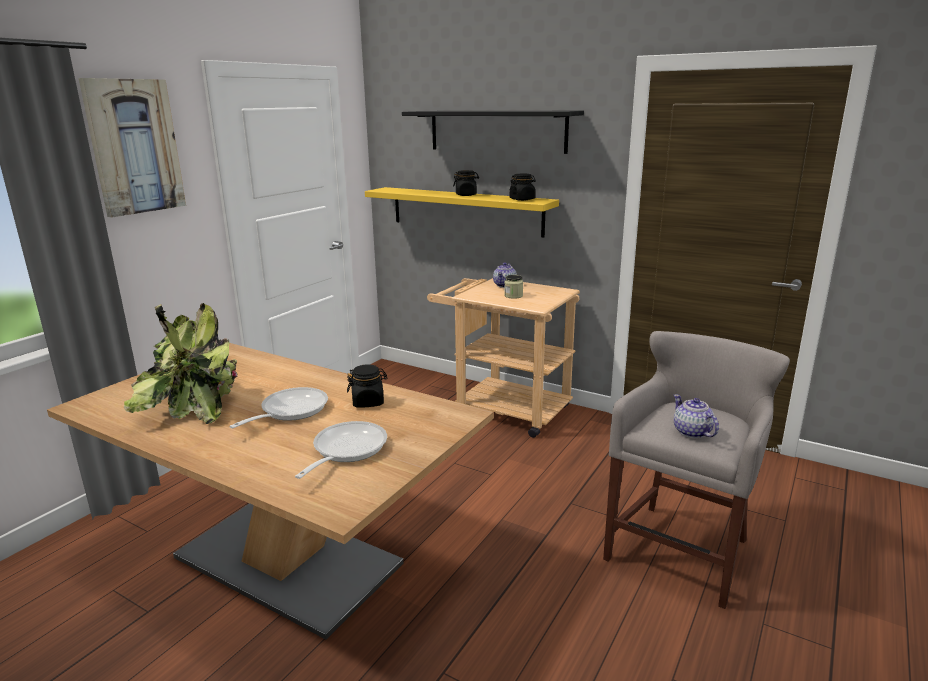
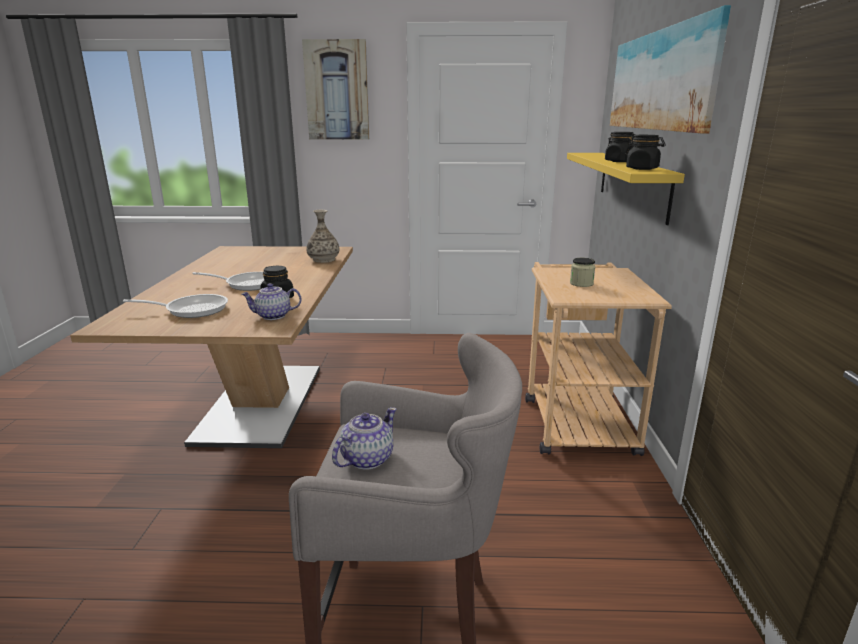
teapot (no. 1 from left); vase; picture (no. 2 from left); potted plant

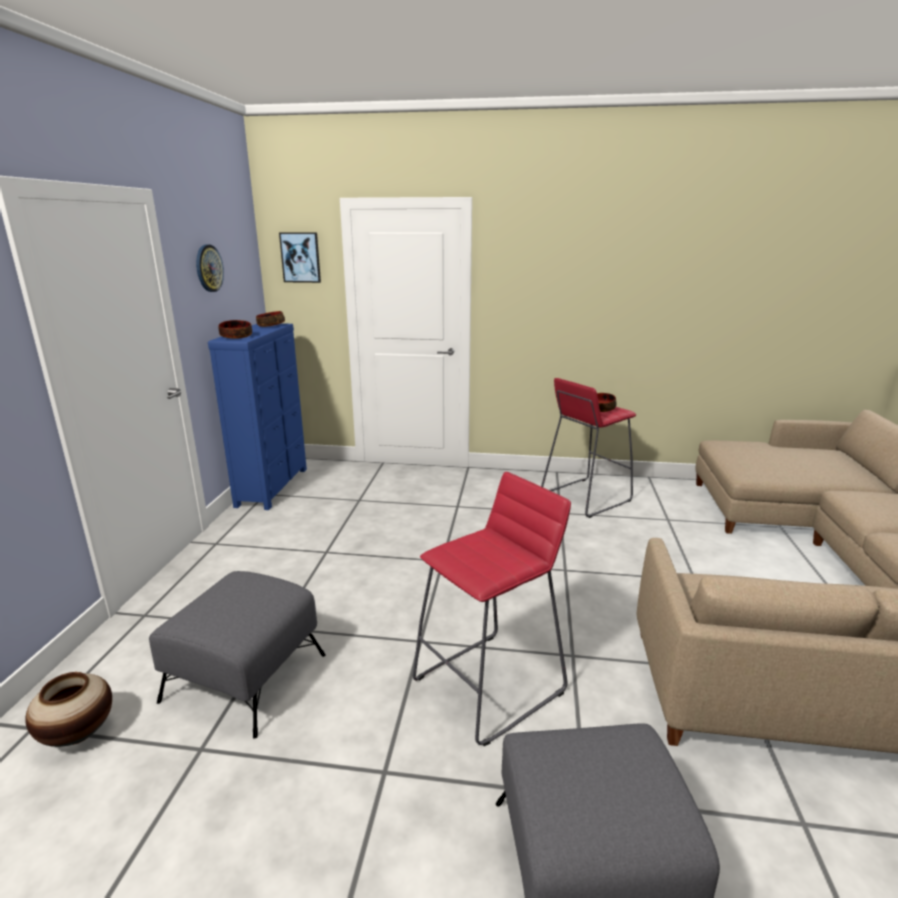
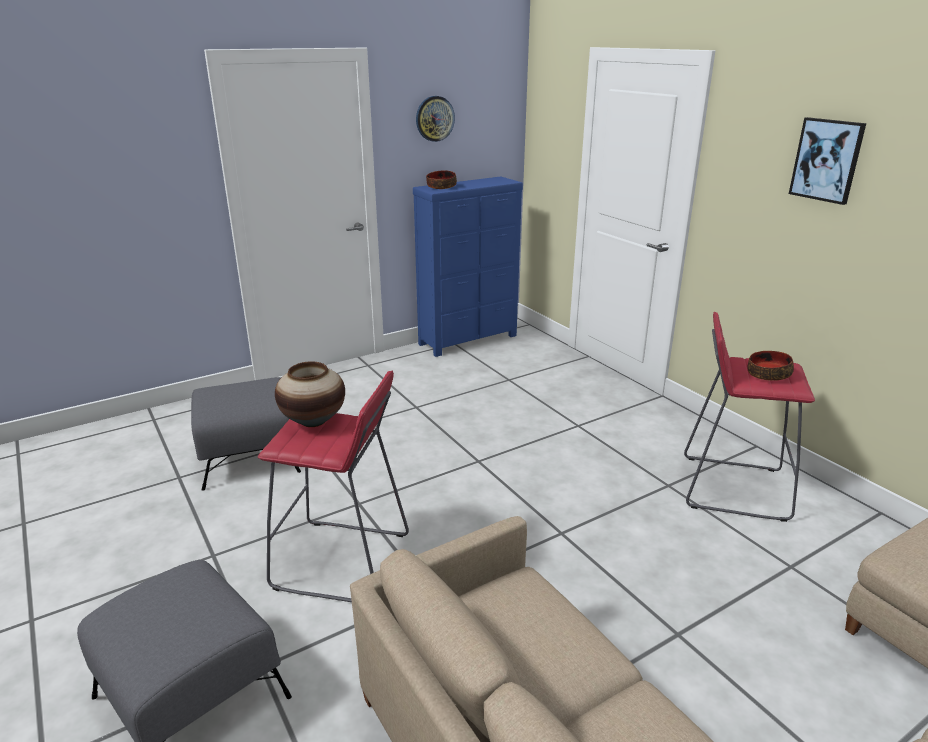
vase; picture; bowl (no. 2 from left in the first image)

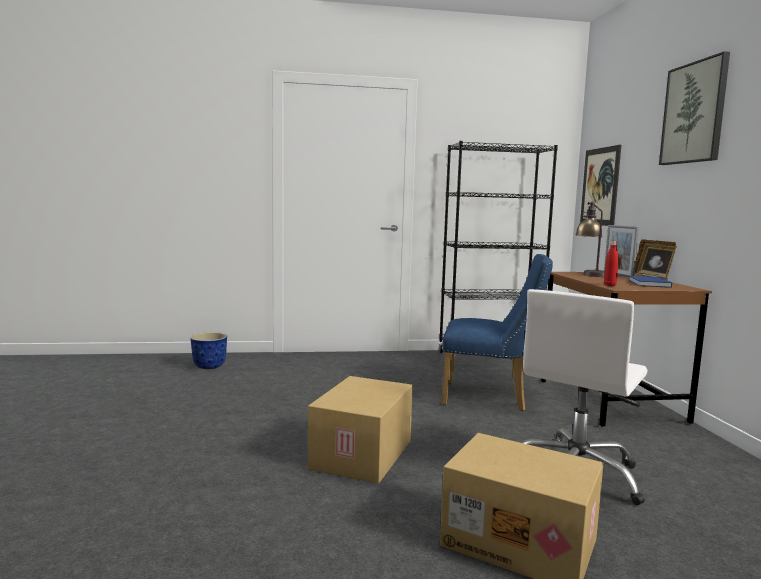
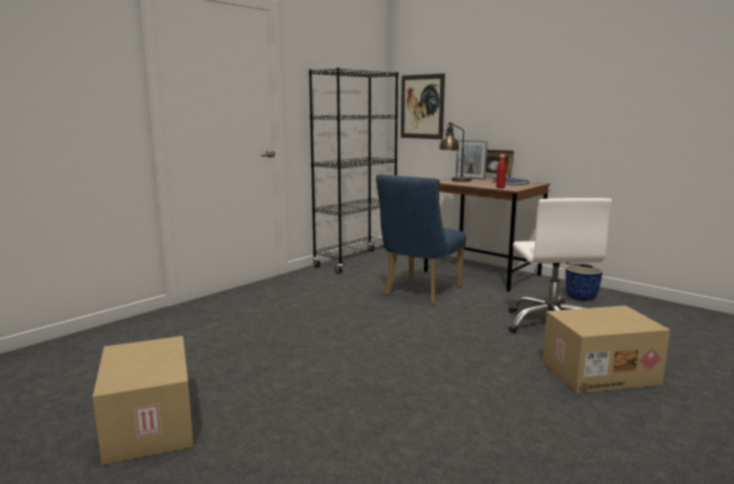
cardboard box (no. 1 from left); blue chair; planter; picture (no. 2 from left in the first image)

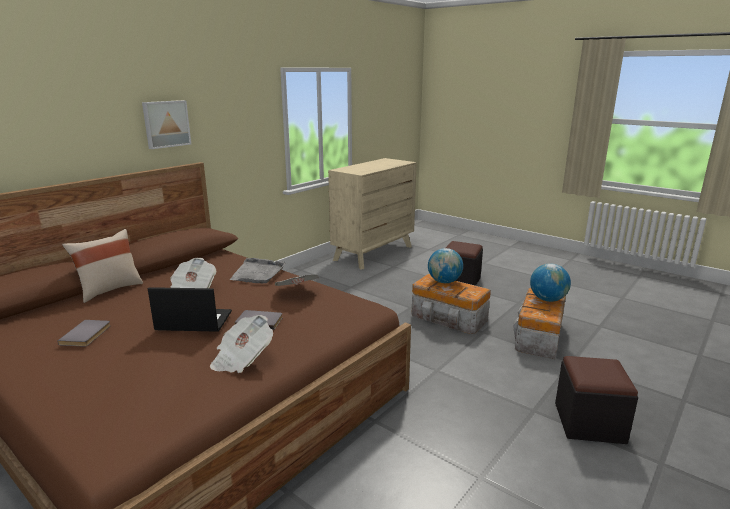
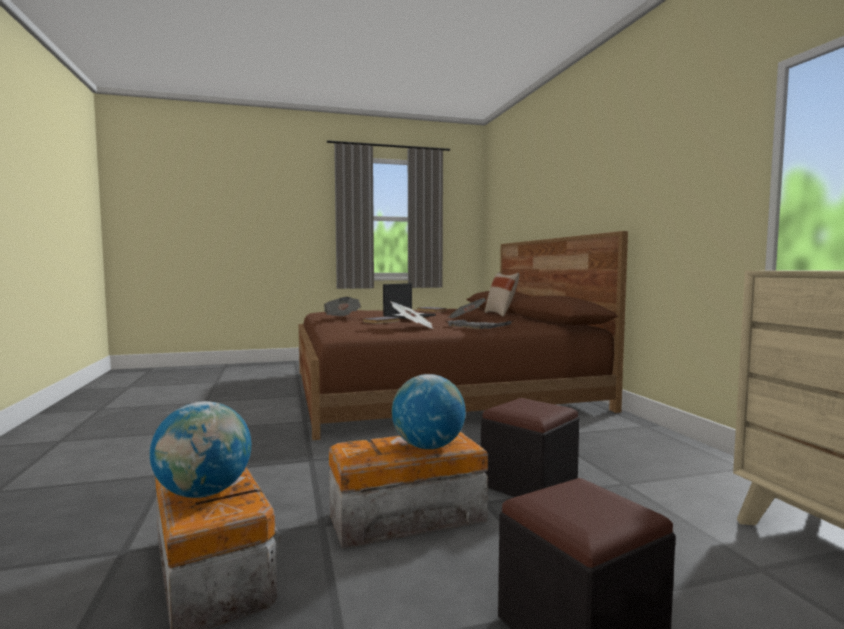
black ottoman (no. 1 from left); picture

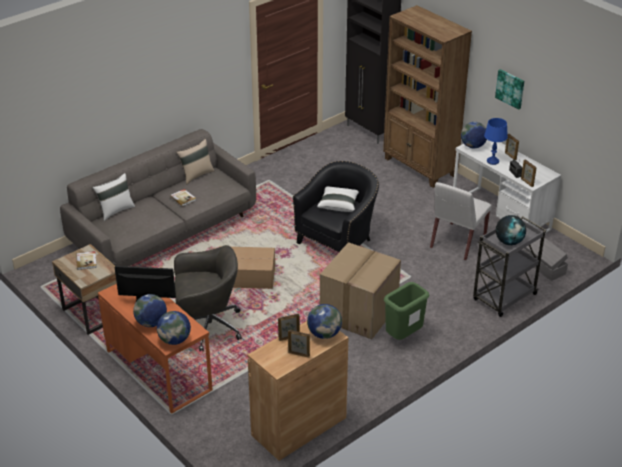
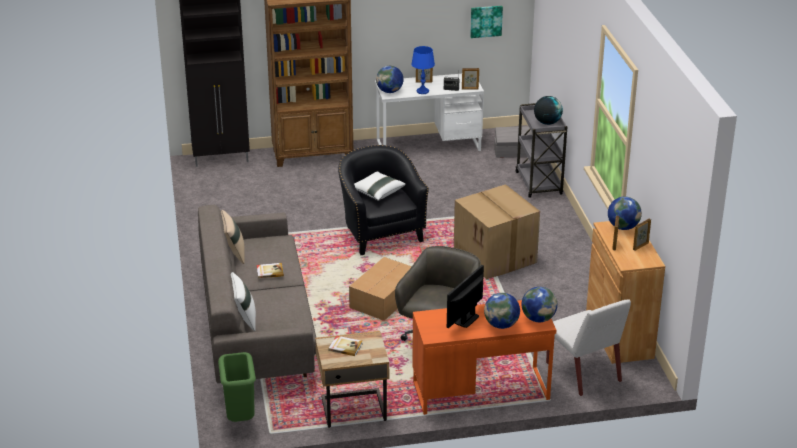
green trash can; picture; white chair

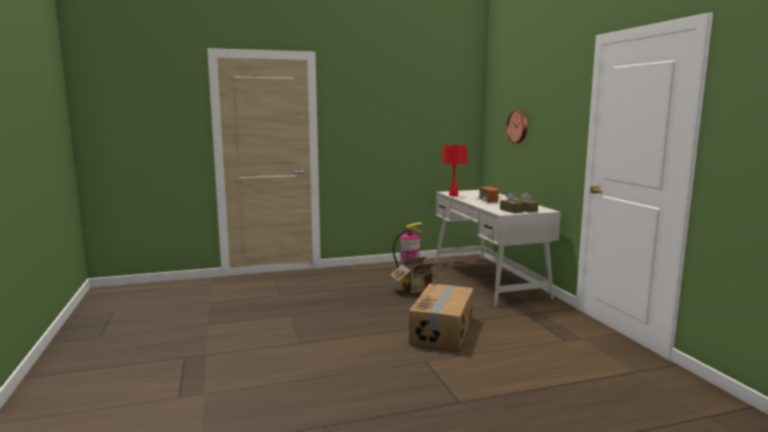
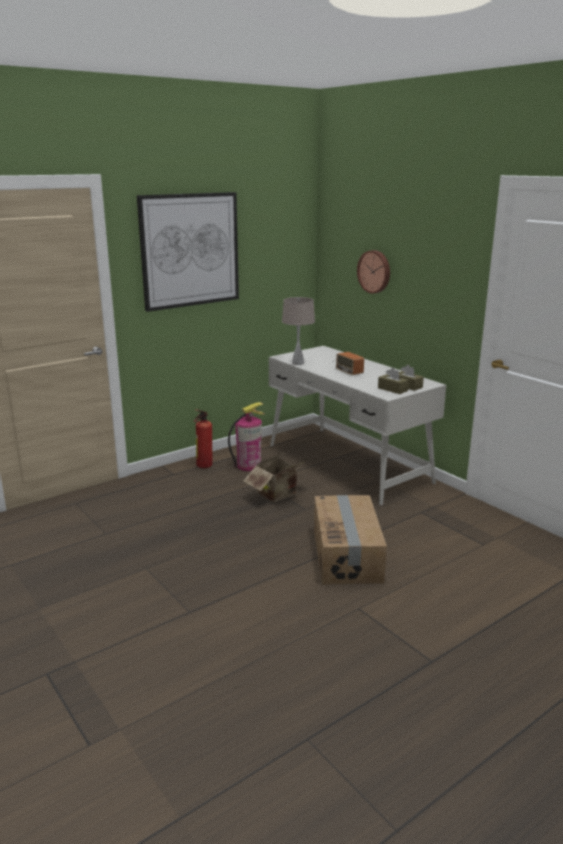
picture; fire extinguisher (no. 1 from left); beige table lamp

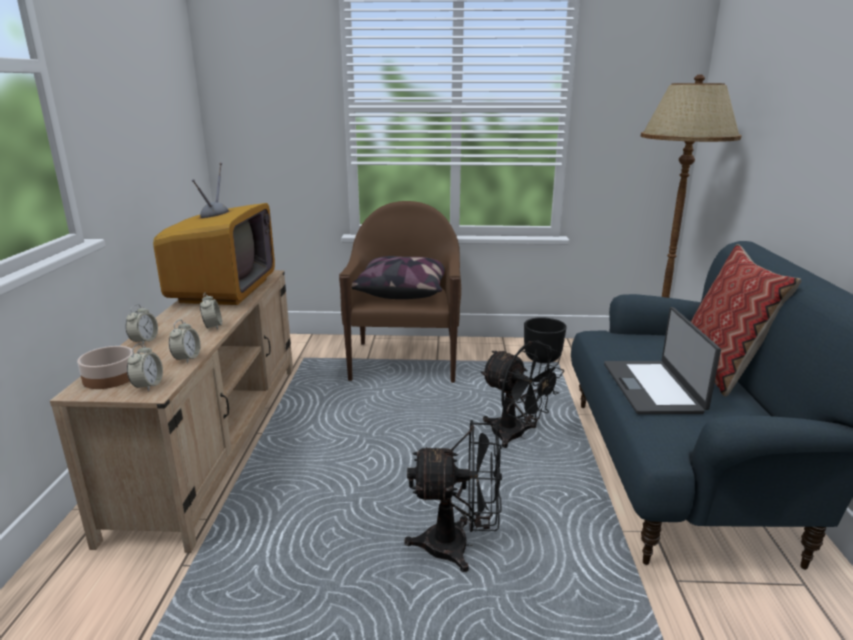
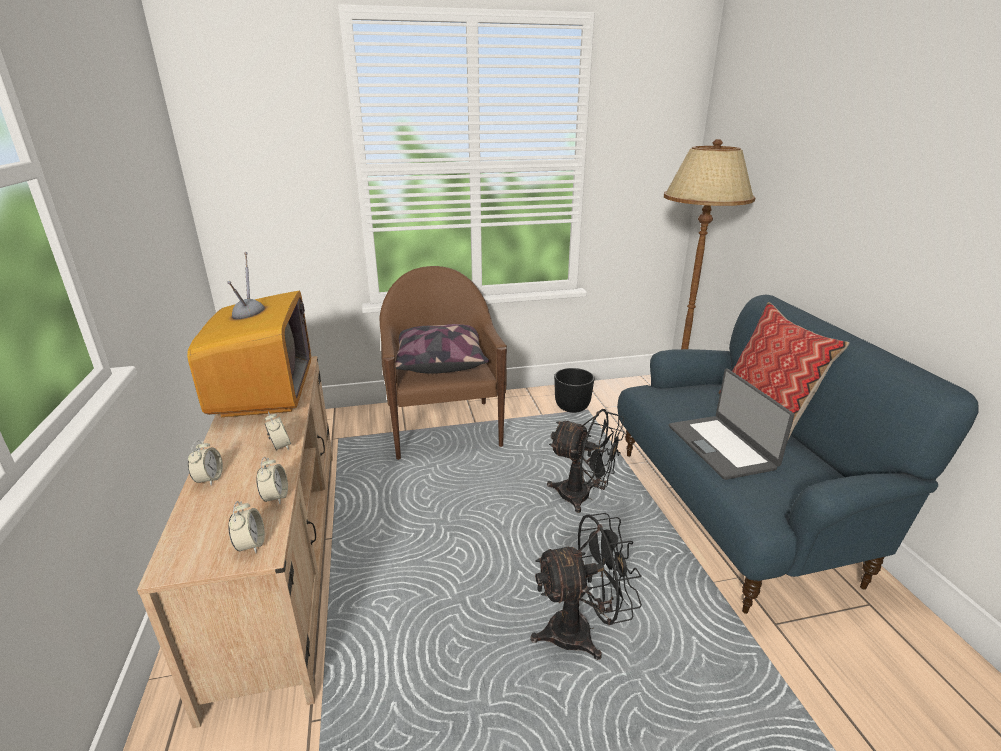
bowl

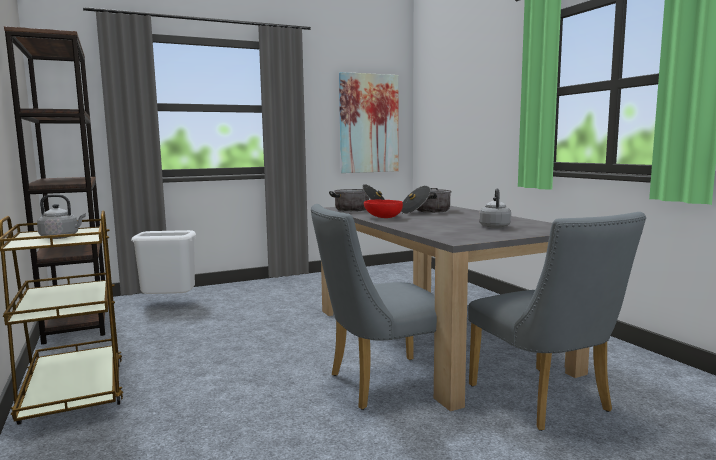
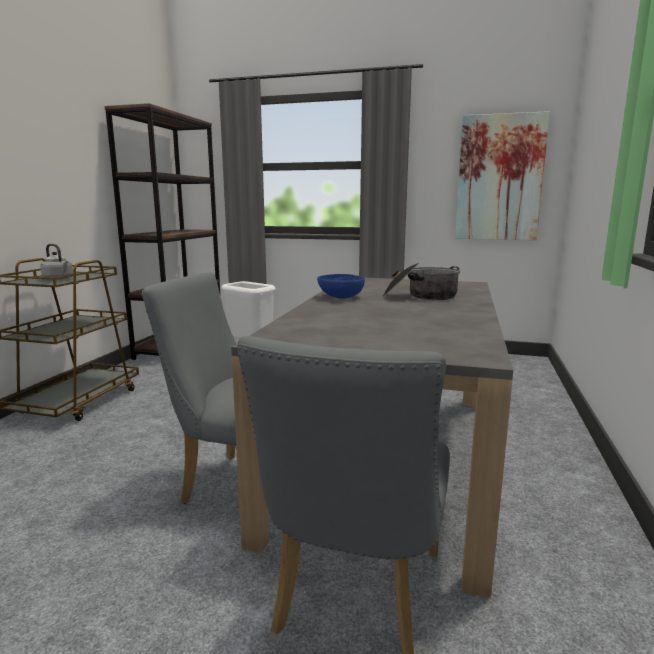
blue bowl; cooking pot (no. 1 from left in the first image); grey kettle (no. 2 from left in the first image)

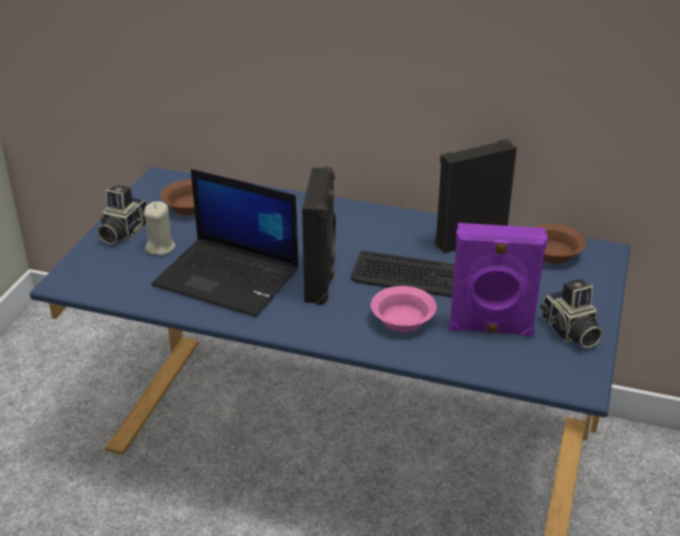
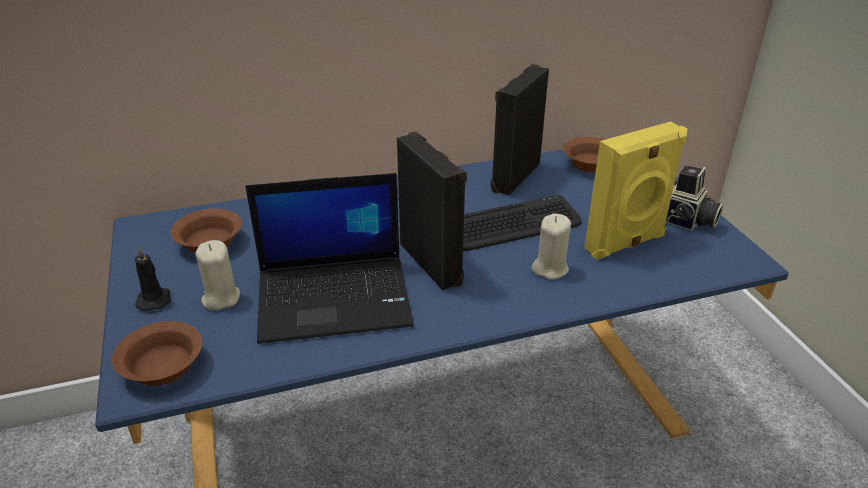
brown bowl (no. 1 from left); black candle; beige candle (no. 2 from left); yellow speaker

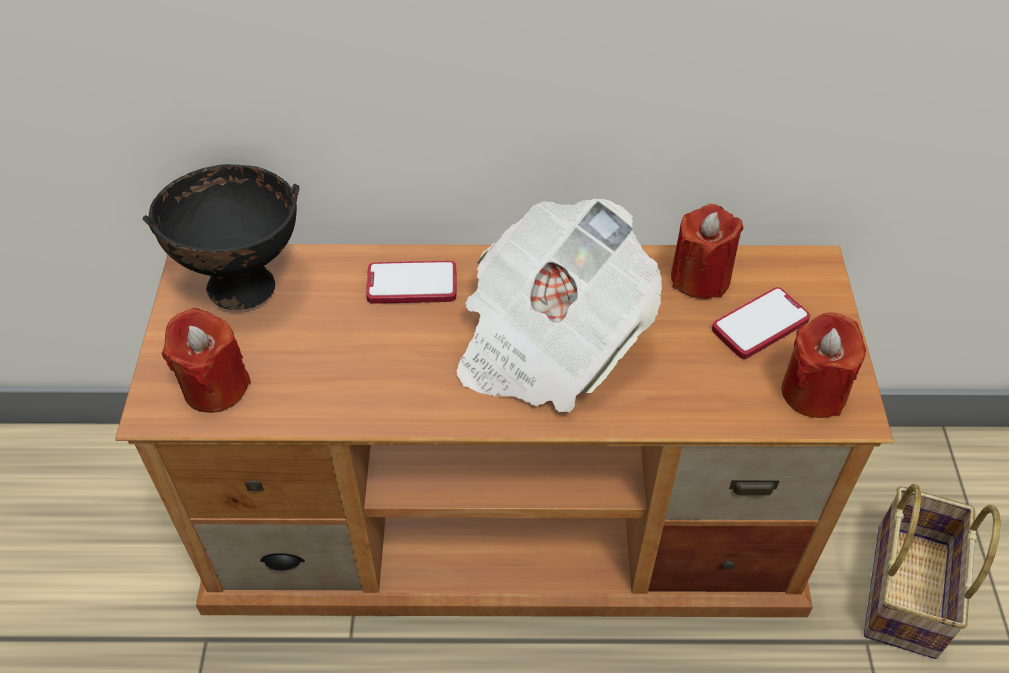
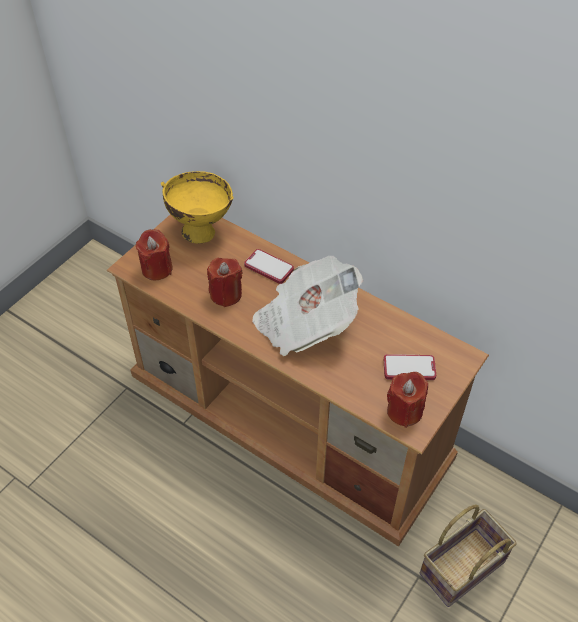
yellow bowl; red candle (no. 2 from left)

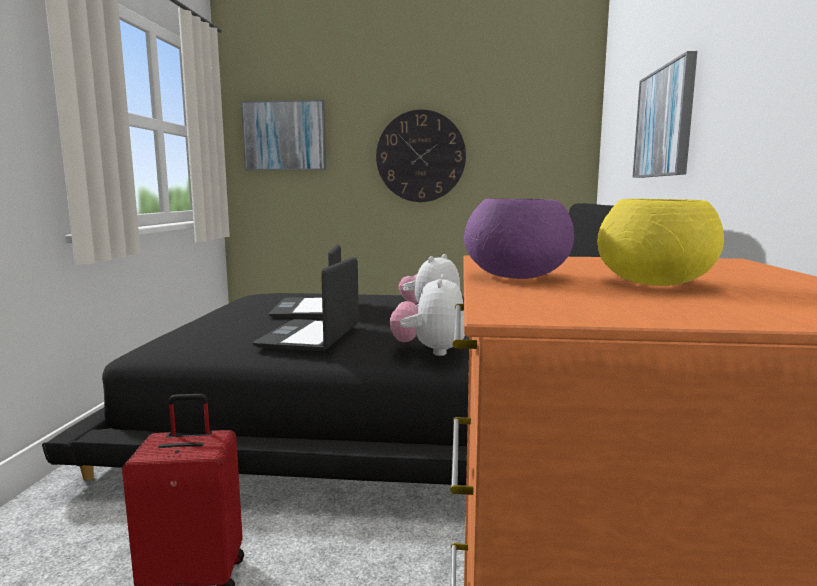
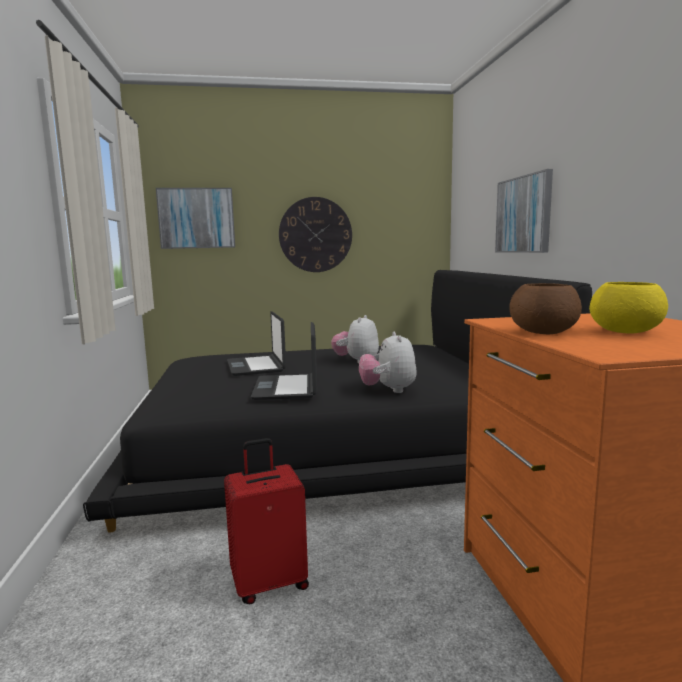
brown bowl

